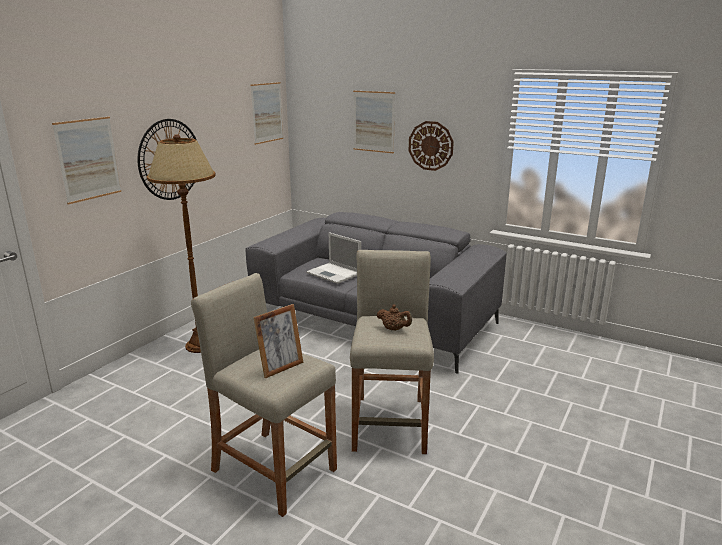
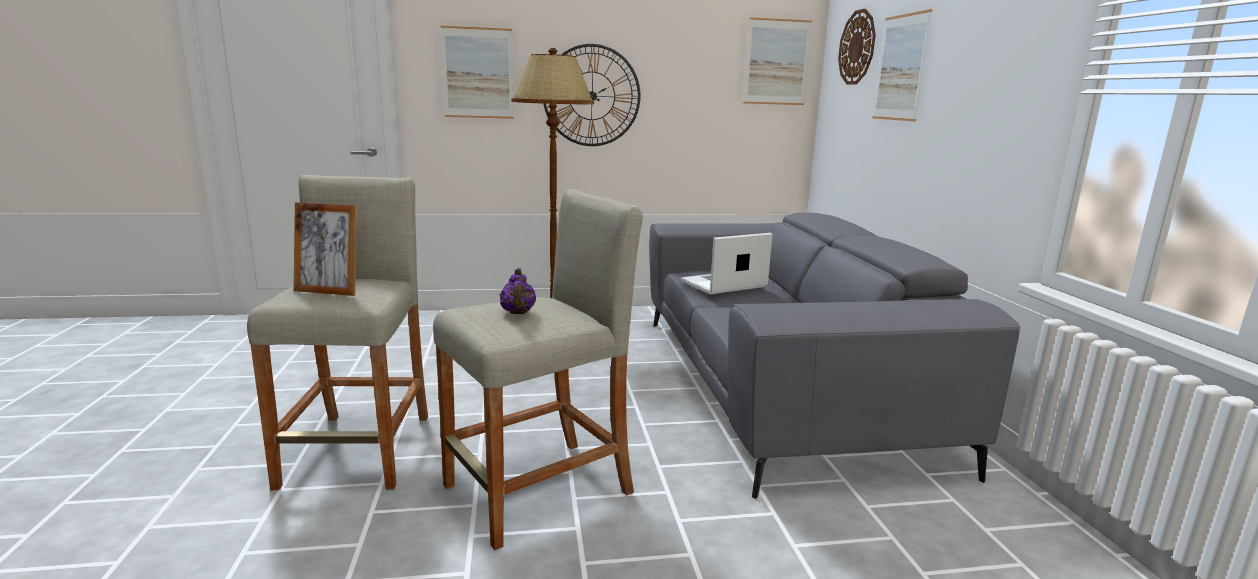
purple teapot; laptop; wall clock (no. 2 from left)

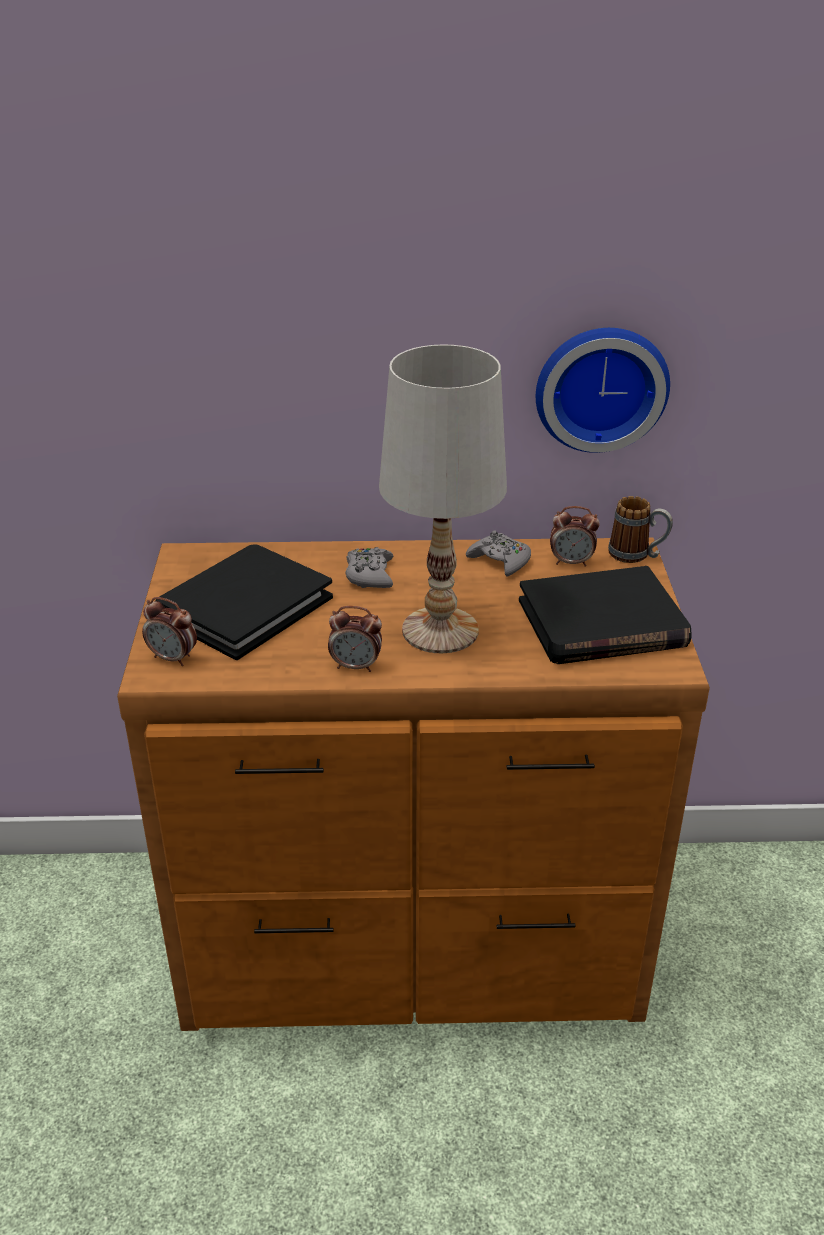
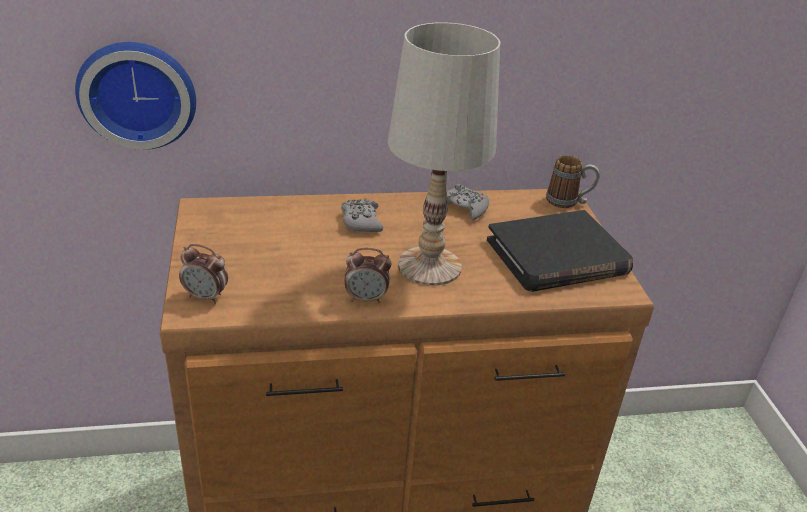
wall clock; black book (no. 1 from left in the first image); alarm clock (no. 3 from left in the first image)

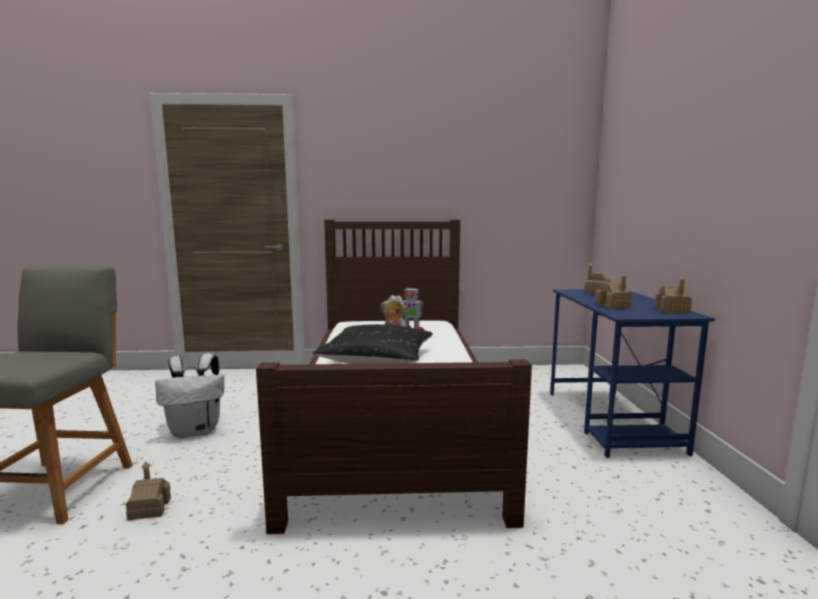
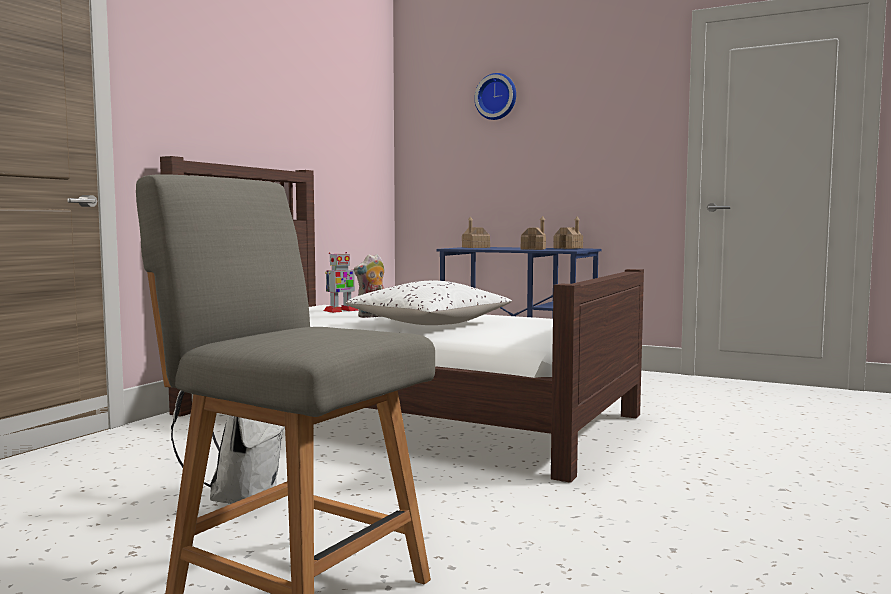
white pillow; wall clock; toy house (no. 1 from left in the first image)

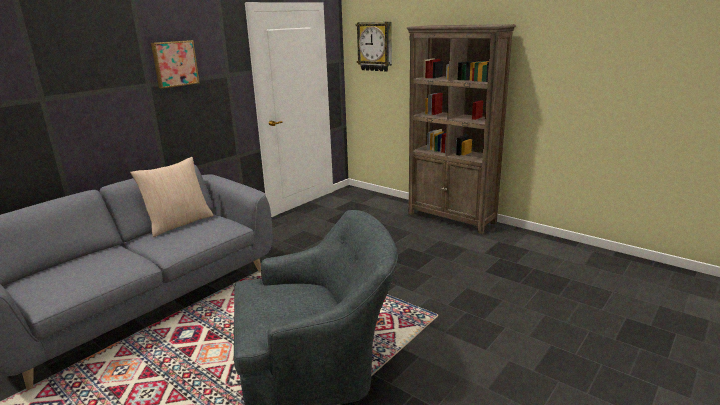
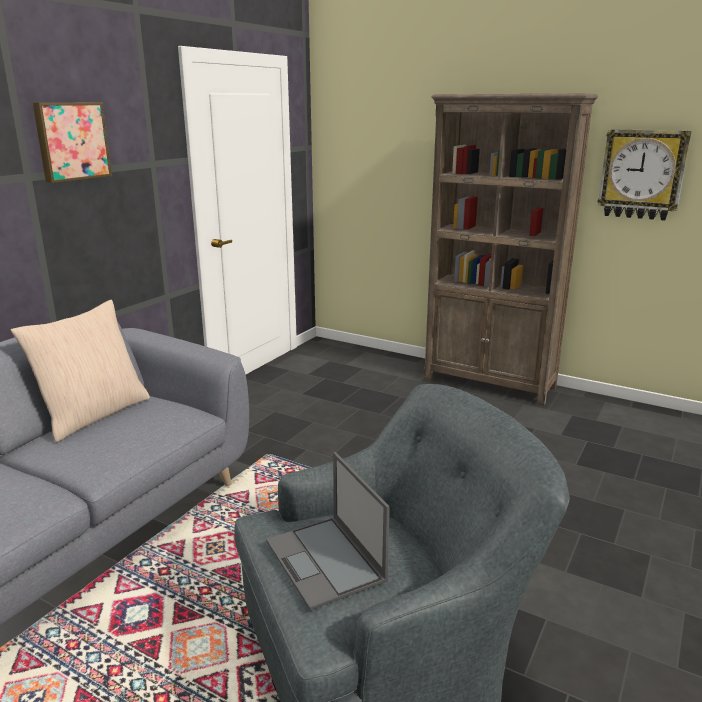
laptop; wall clock

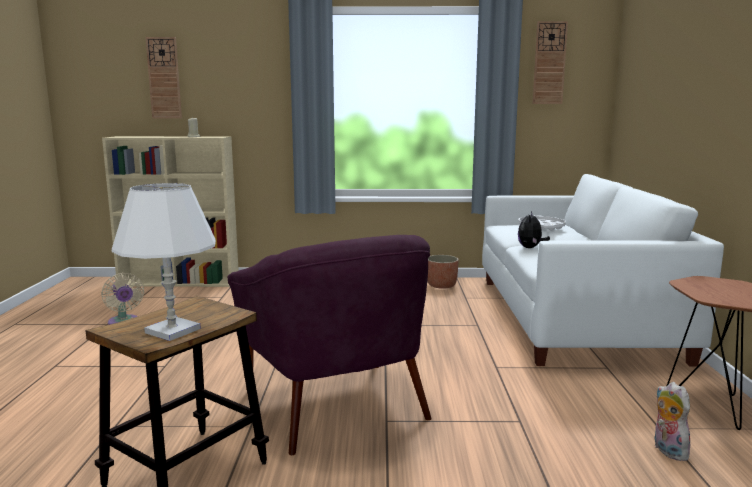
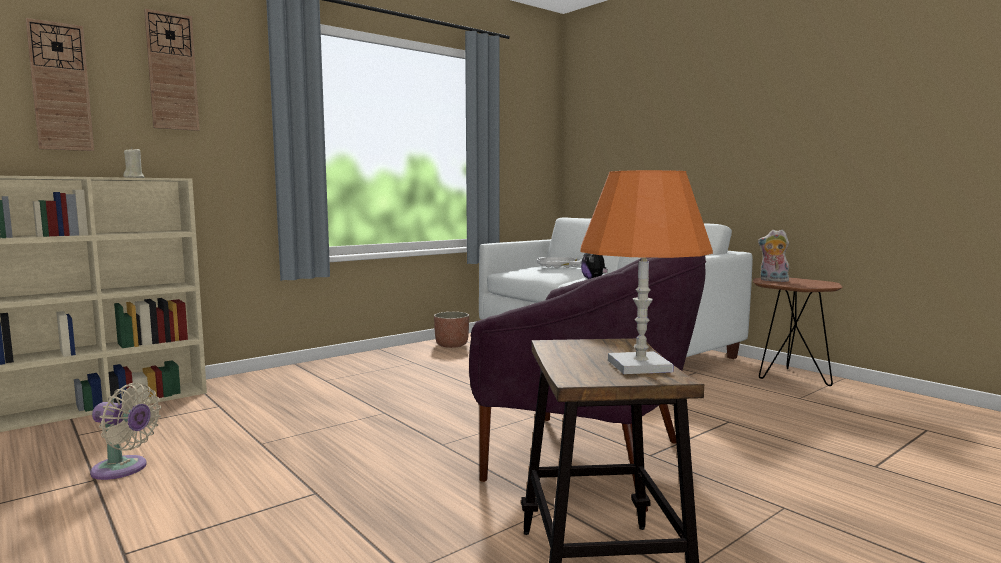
wall clock (no. 2 from left); orange table lamp; plush toy (no. 2 from left)

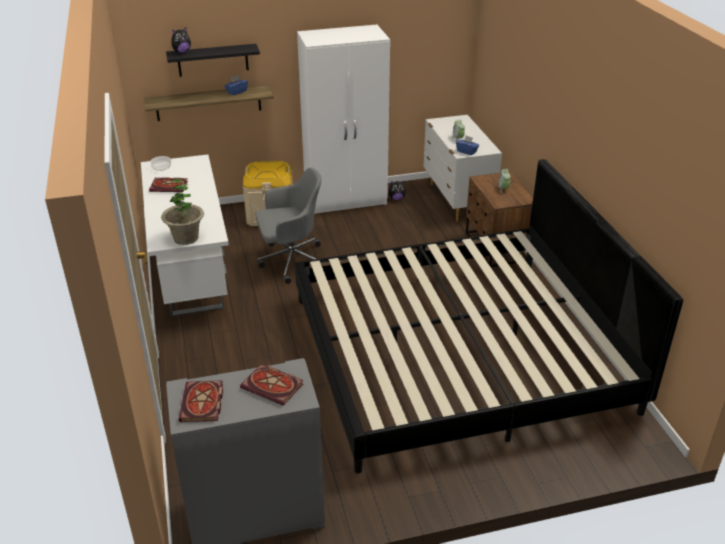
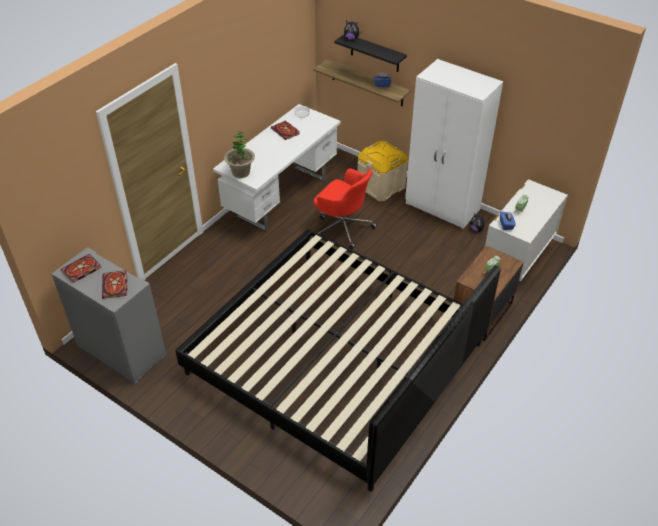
red office chair

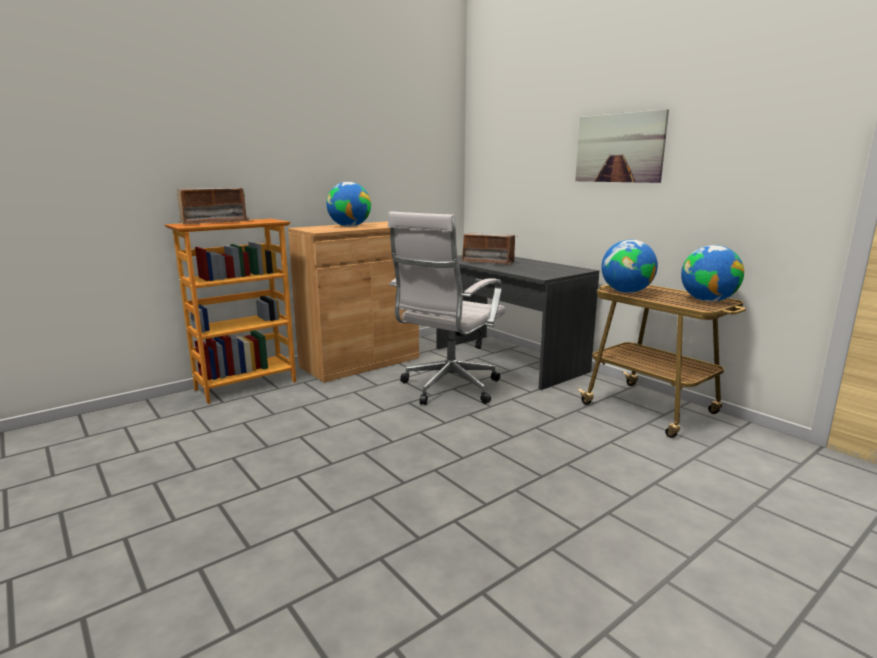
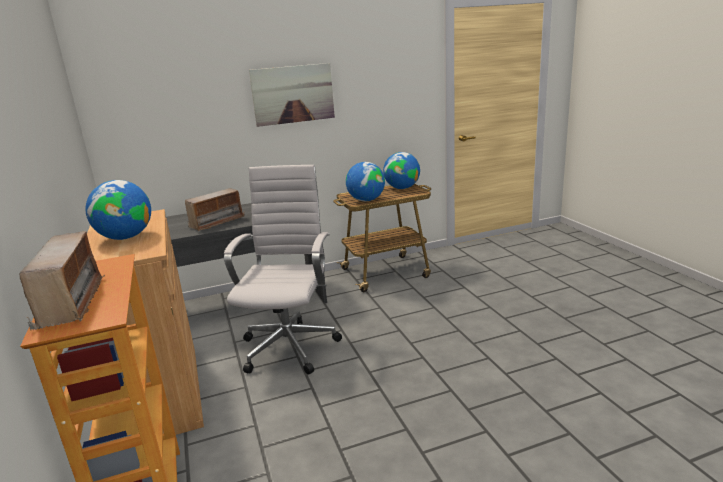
white office chair

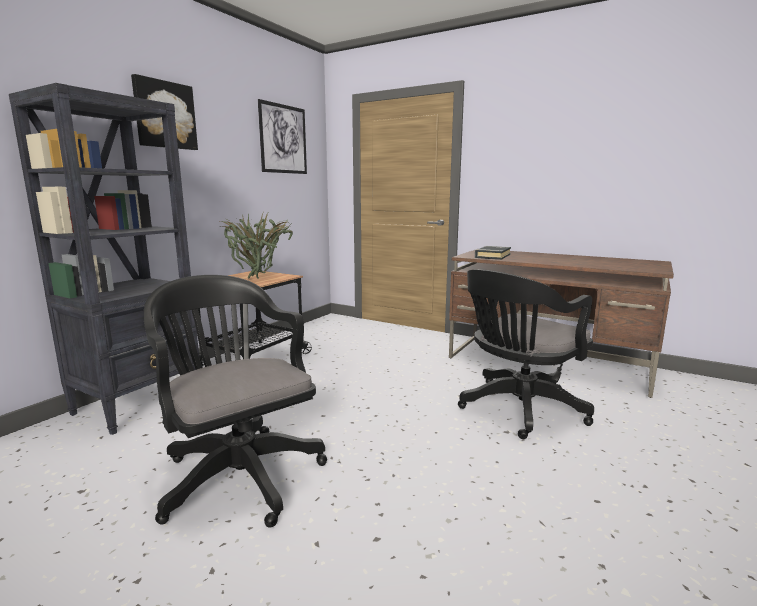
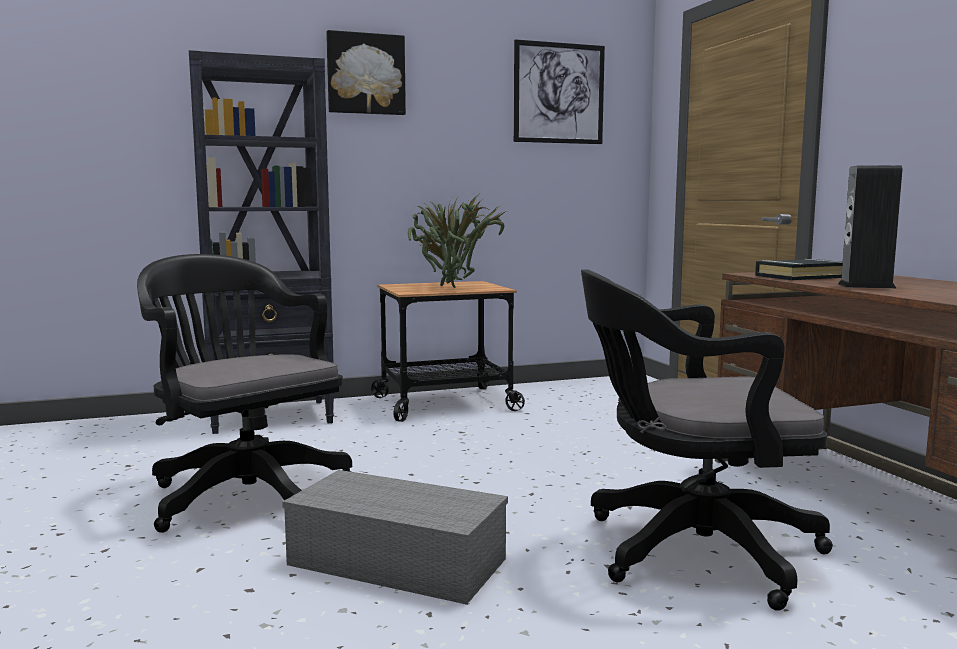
black office chair (no. 1 from left); grey storage box; speaker

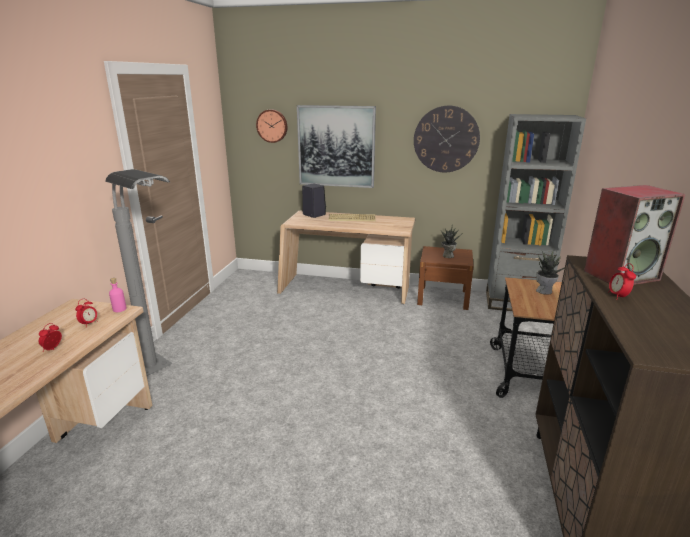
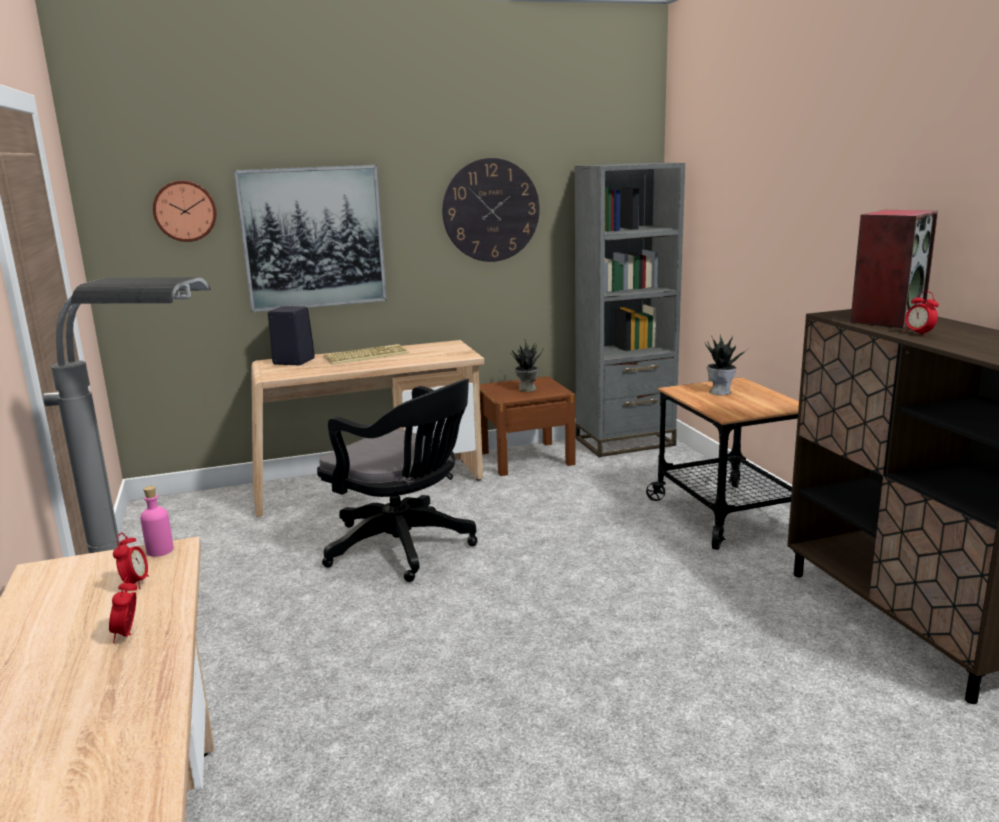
black office chair

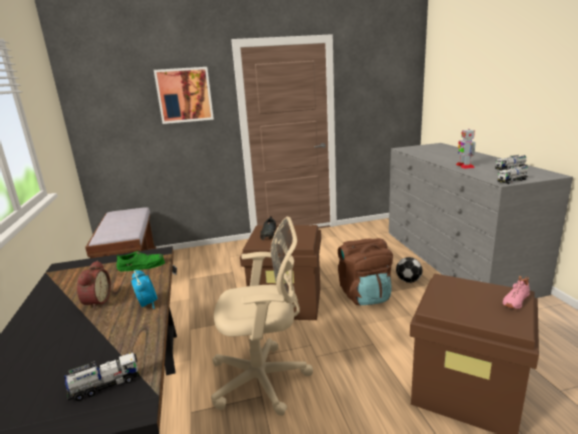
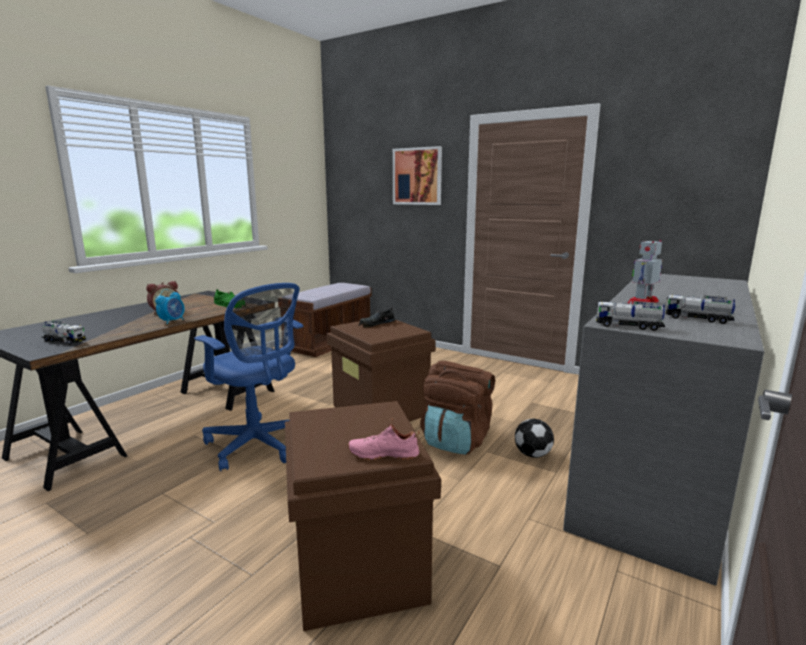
blue office chair

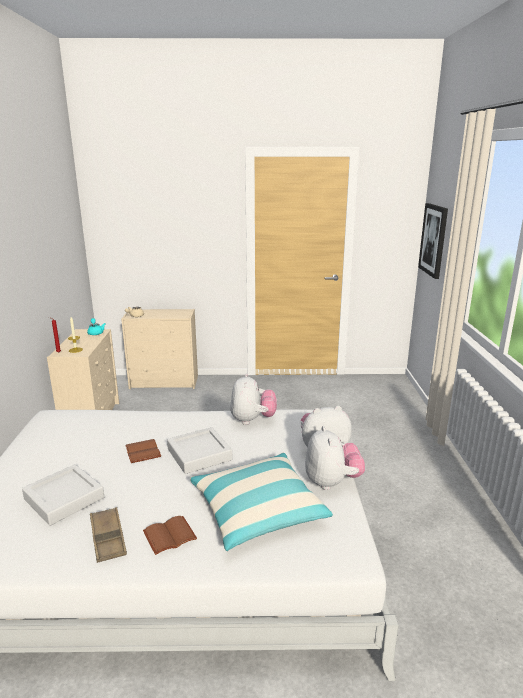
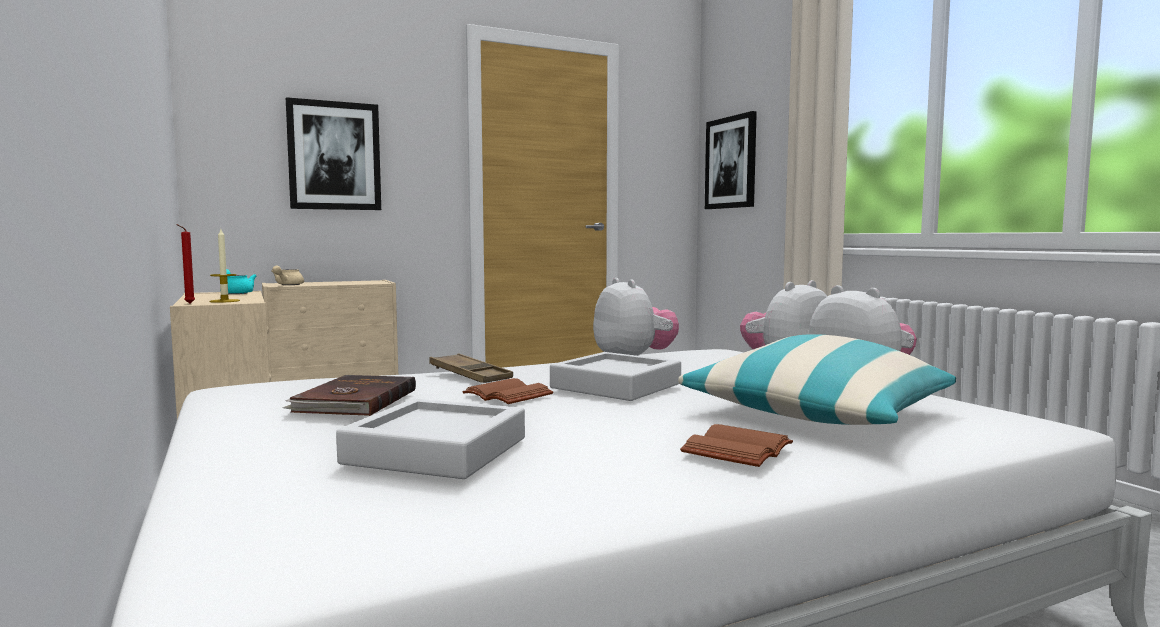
brown book (no. 1 from left); picture (no. 1 from left); brown tray

